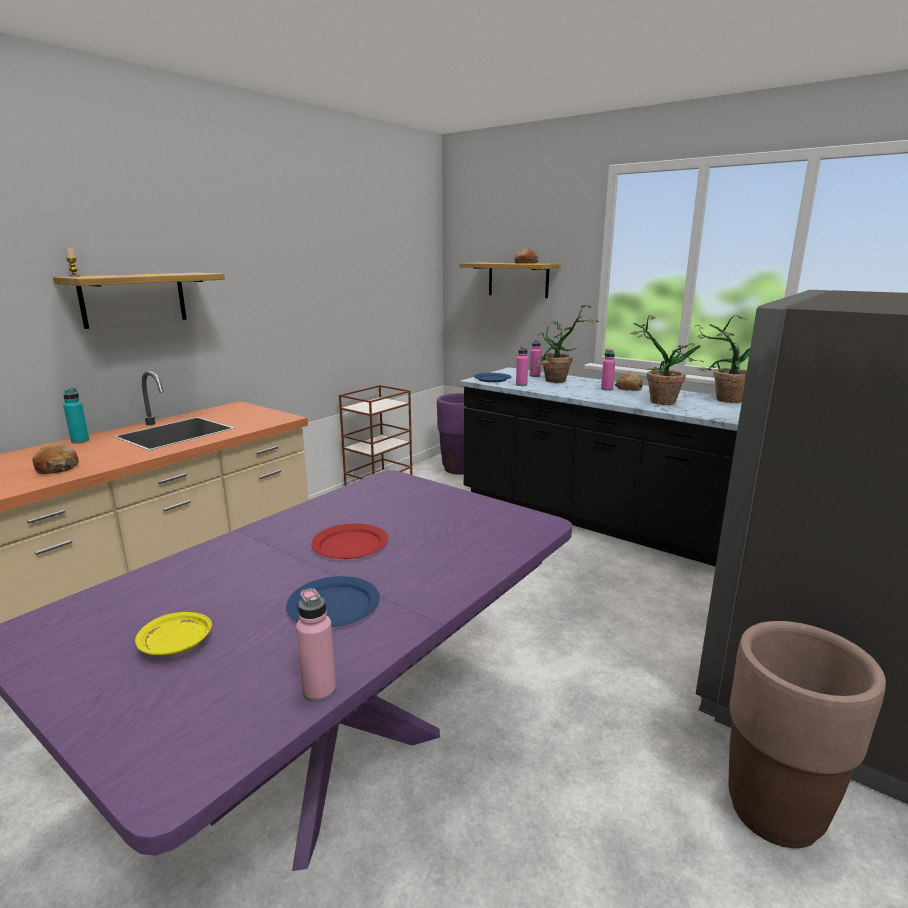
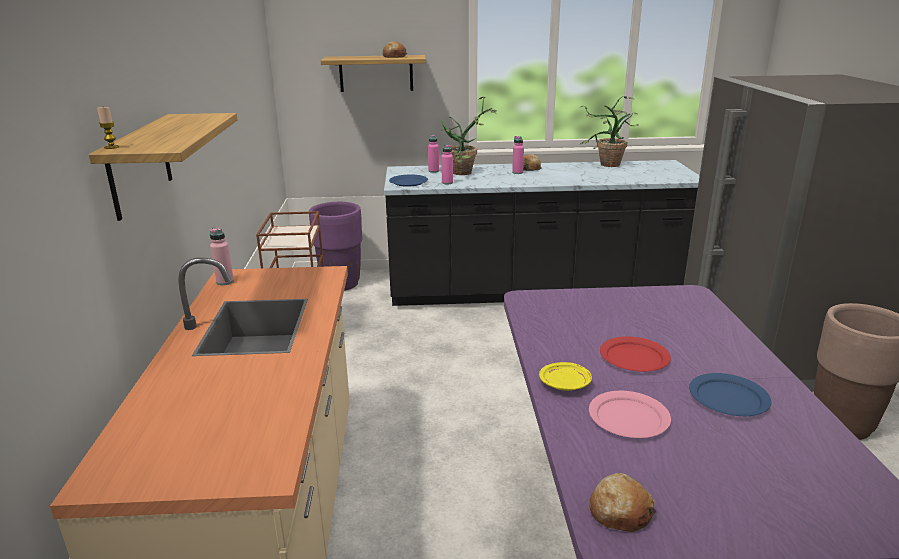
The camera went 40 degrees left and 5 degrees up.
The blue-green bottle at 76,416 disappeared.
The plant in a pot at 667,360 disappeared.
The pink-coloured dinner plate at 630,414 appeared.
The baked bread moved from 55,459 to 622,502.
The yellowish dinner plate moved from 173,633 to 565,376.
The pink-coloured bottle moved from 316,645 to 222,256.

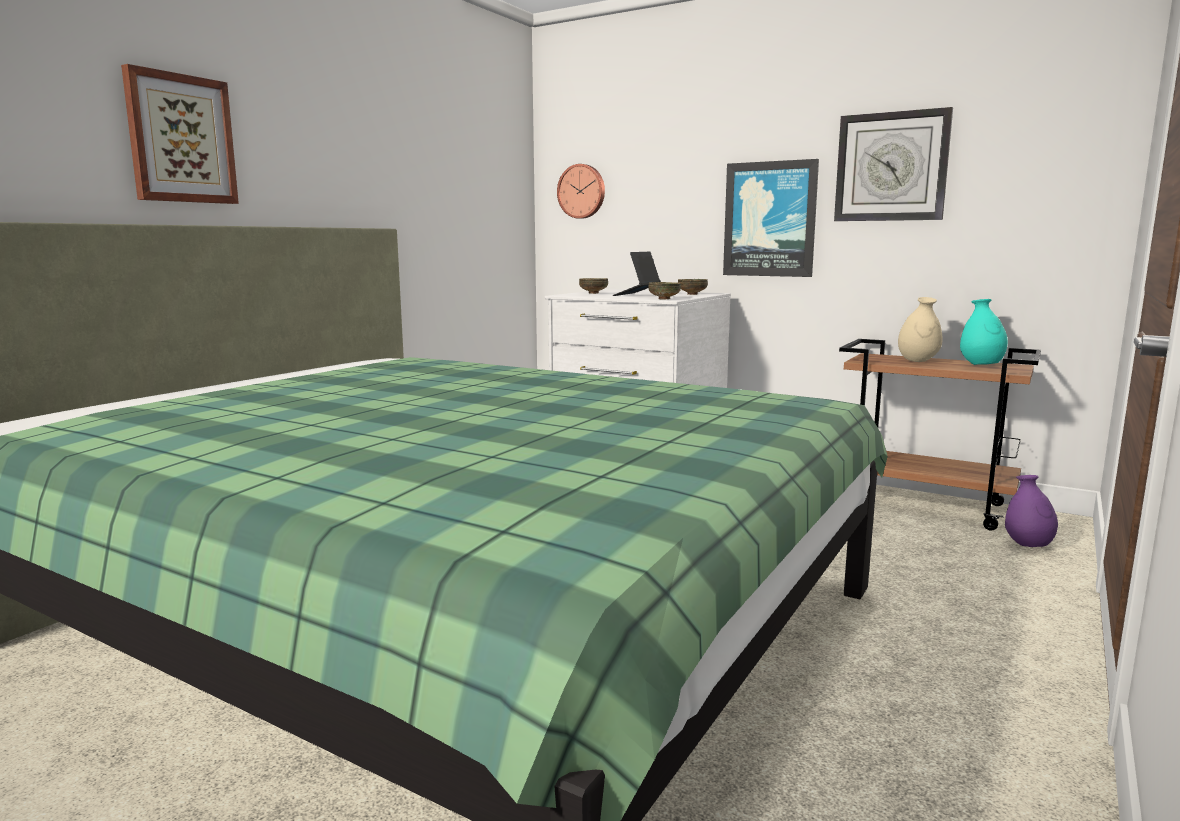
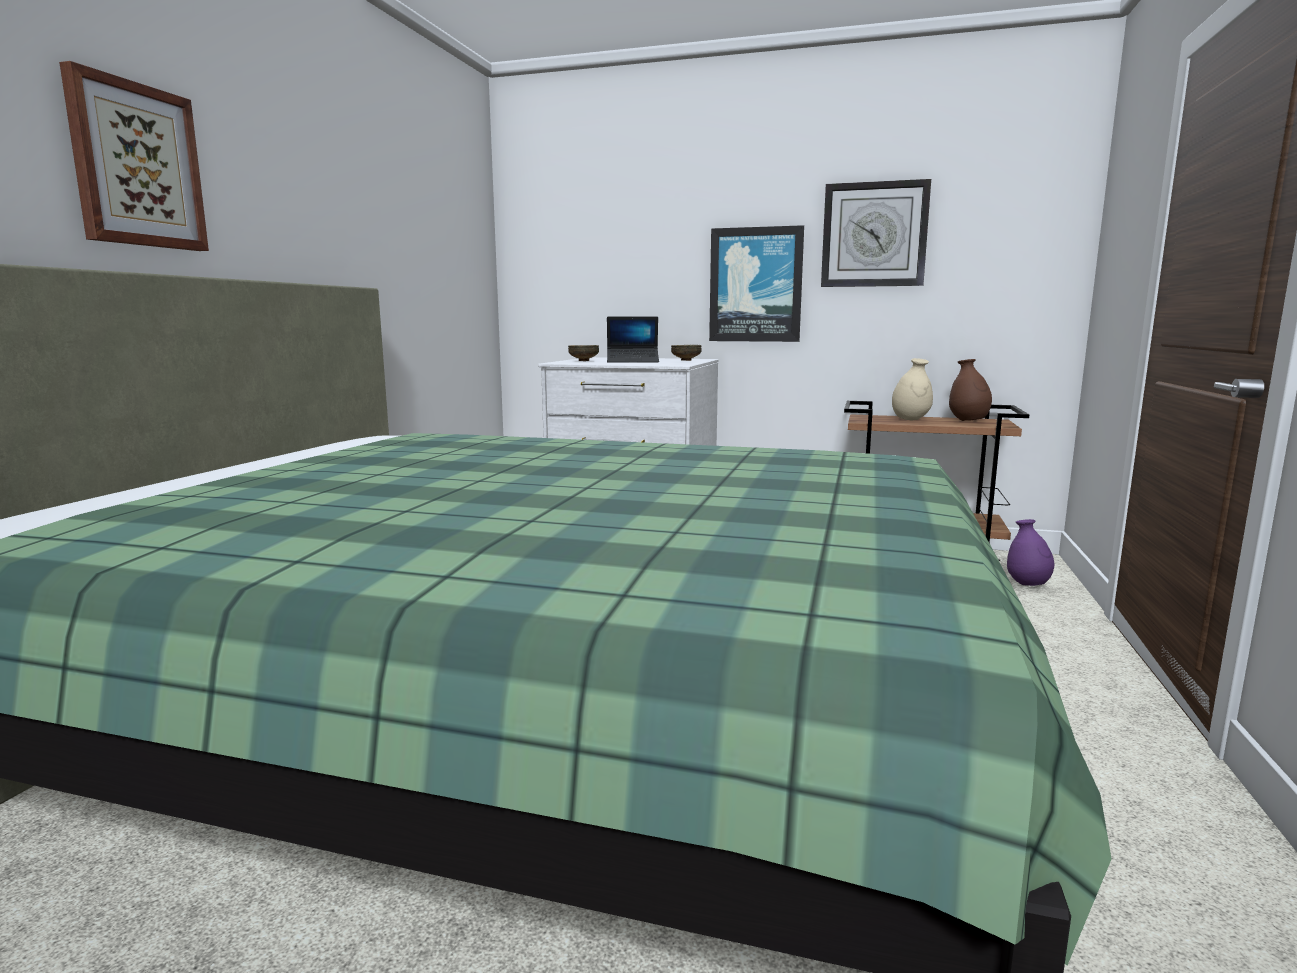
The camera went 15 degrees left and 0 degrees up.
The wall clock at 581,191 disappeared.
The bowl at 664,290 disappeared.
The blue-green decorative vase at 984,332 became the brown decorative vase at 970,390.
The portable computer at 637,274 turned 105 degrees counterclockwise.

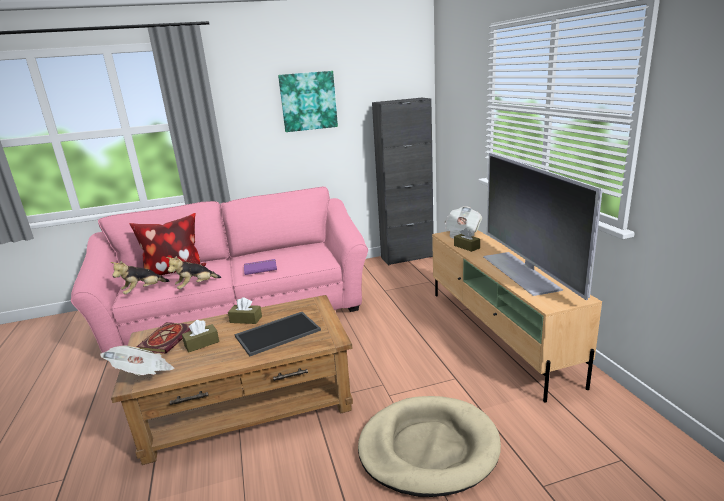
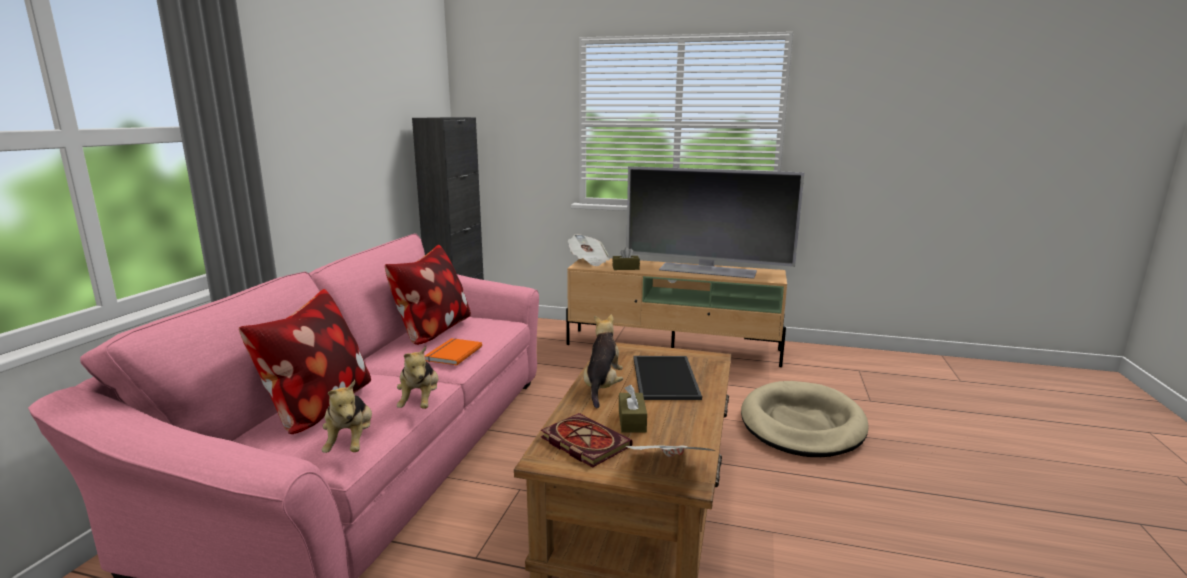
The camera went 60 degrees left and 5 degrees down.
The picture at 308,101 disappeared.
The pillow at 428,295 appeared.
The brown box of tissues at 245,310 was replaced by the cuddly toy at 603,362.
The purplish bound book at 260,267 became the orange-coloured bound book at 453,352.

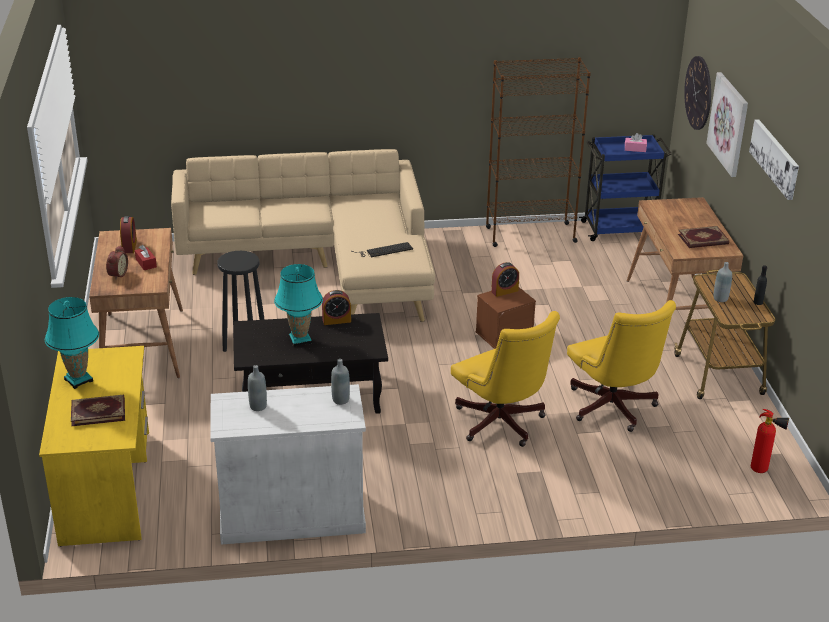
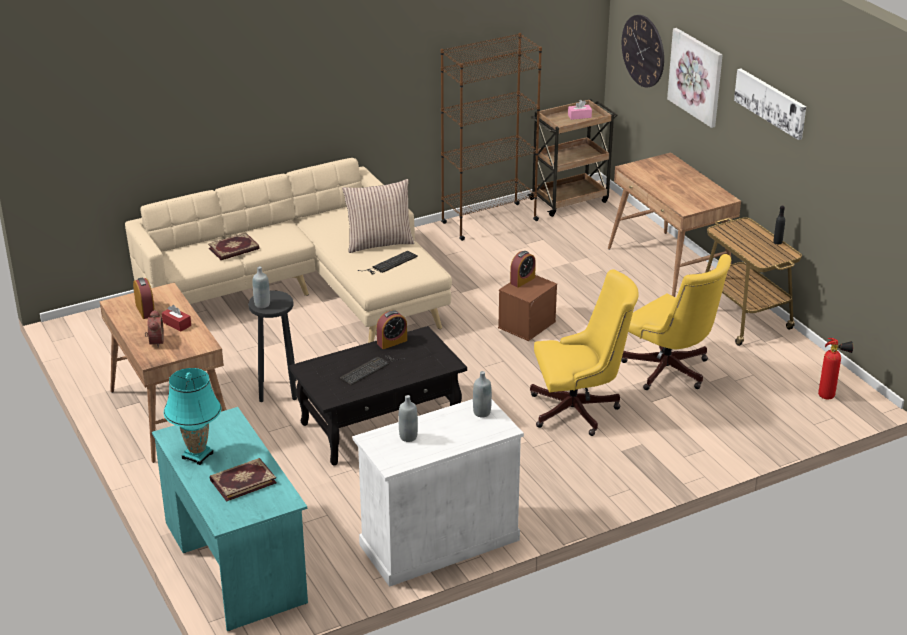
The camera went 20 degrees left and 0 degrees up.
The pillow at 378,216 appeared.
The bound book moved from 703,237 to 233,246.
The greyish bottle moved from 722,282 to 261,287.
The blue-green tabletop lamp at 298,305 was replaced by the PC keyboard at 372,370.
The yellowish desk table at 94,446 became the blue-green desk table at 230,519.
The blue-coloured cart at 625,188 became the brown cart at 572,158.
The yellowish office chair at 505,379 turned 45 degrees counterclockwise.

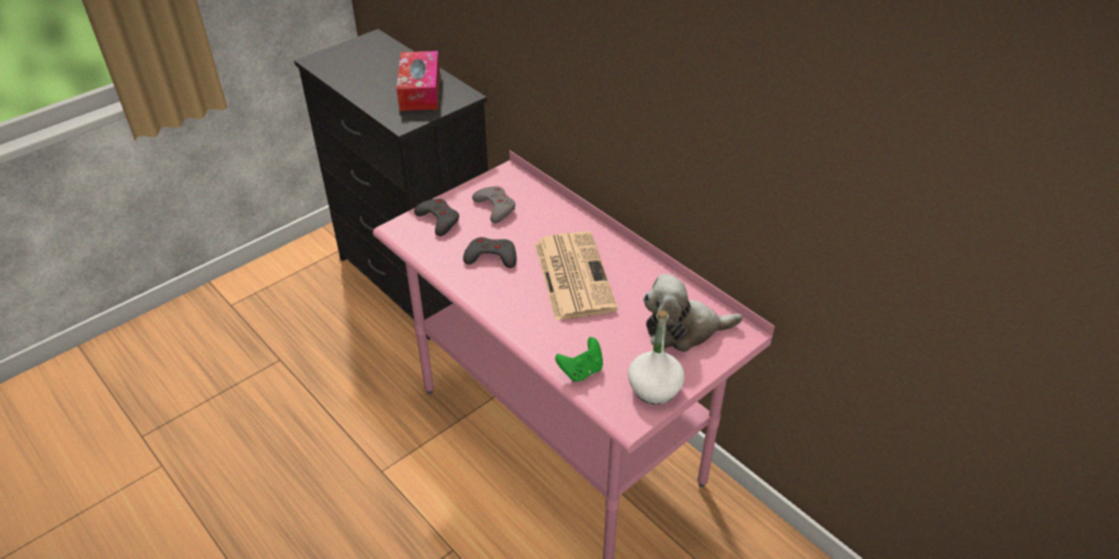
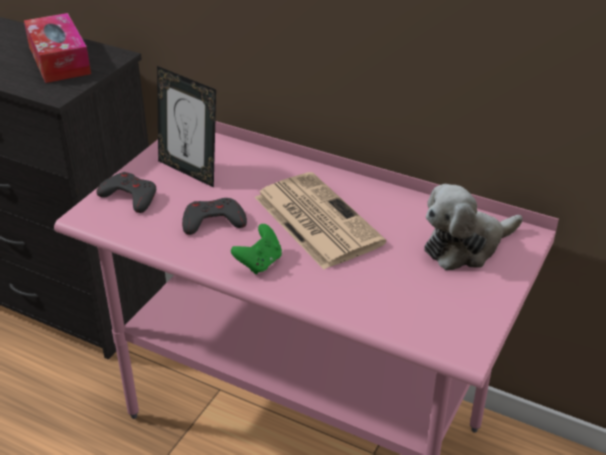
The camera went 20 degrees left and 5 degrees down.
The white-coloured bottle at 656,357 disappeared.
The greenish gamepad moved from 579,359 to 256,249.
The greyish gamepad at 494,204 was replaced by the photo frame at 186,127.

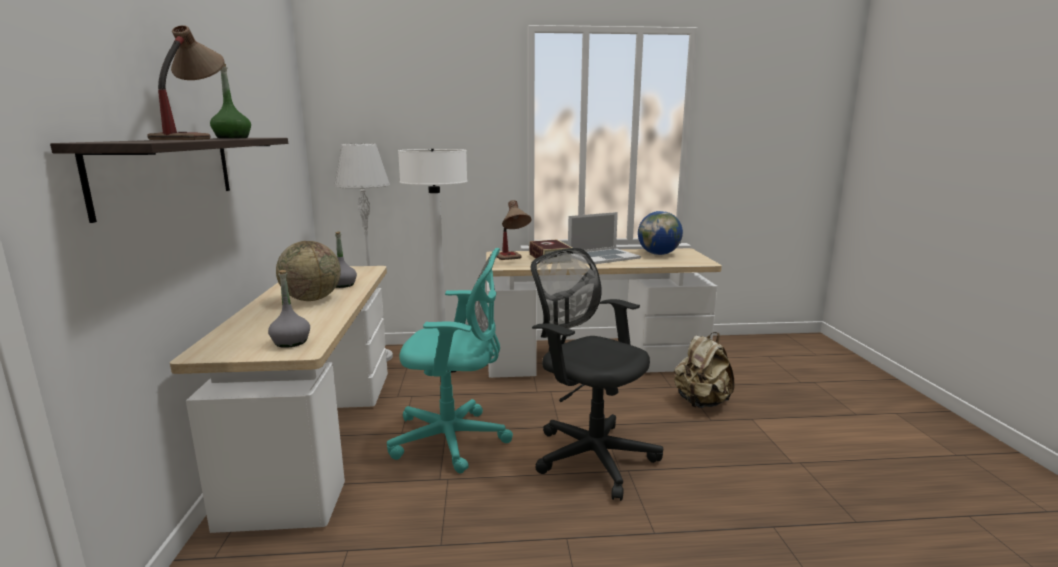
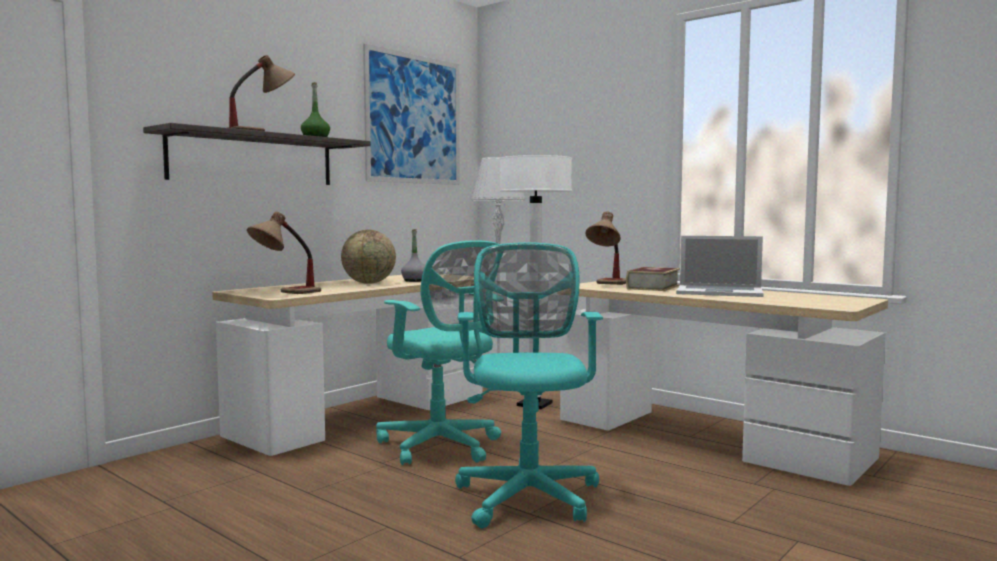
The camera went 45 degrees right and 10 degrees down.
The desk globe at 660,233 disappeared.
The beige rucksack at 704,370 disappeared.
The picture at 411,114 appeared.
The greyish bottle at 289,309 was replaced by the tabletop lamp at 284,253.
The blackish office chair at 597,374 became the blue-green office chair at 529,385.

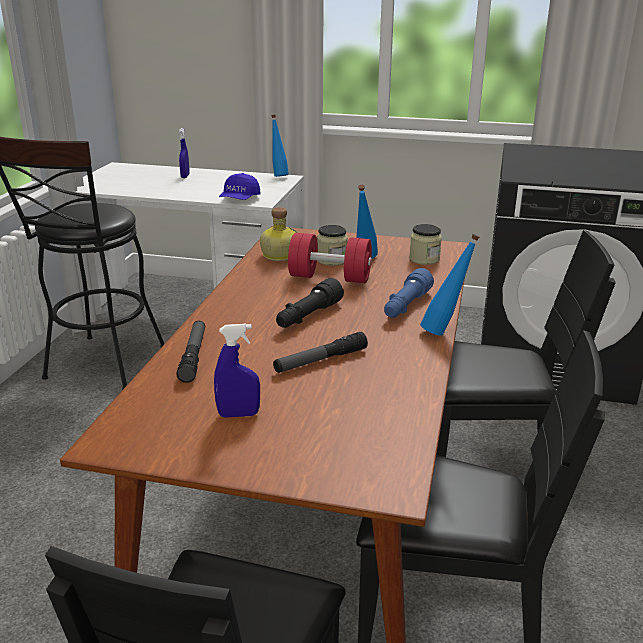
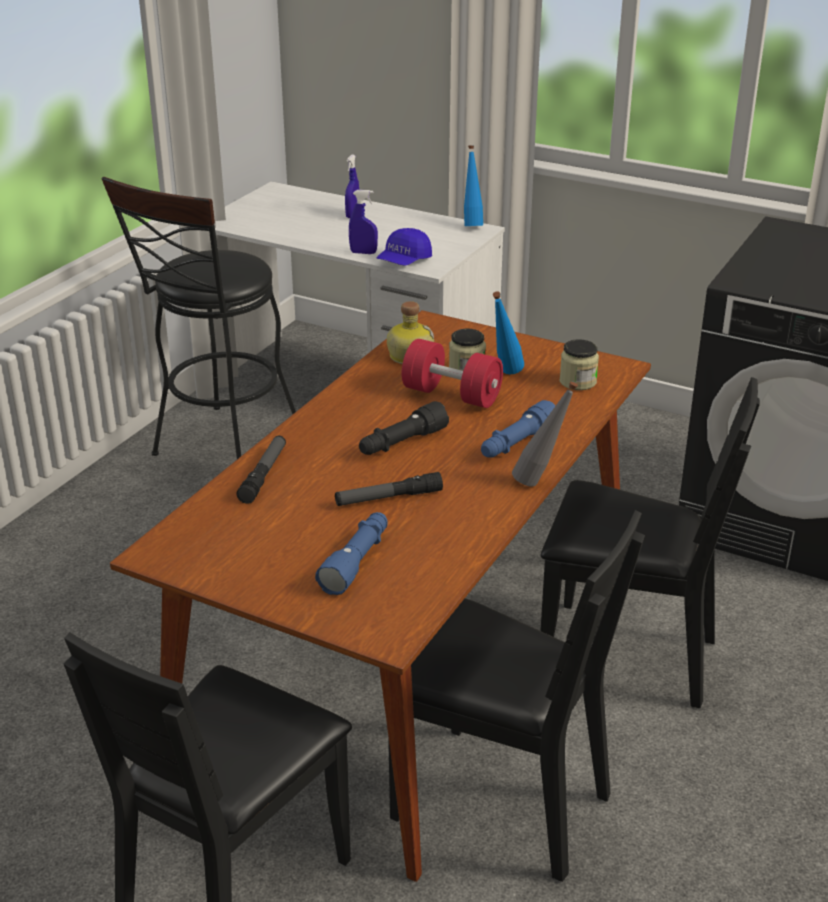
The camera went 15 degrees right and 5 degrees up.
The blue-coloured flashlight at 351,553 appeared.
The blue-coloured hand sprayer moved from 237,371 to 363,222.
The blue-coloured bottle at 450,285 became the greyish bottle at 545,434.

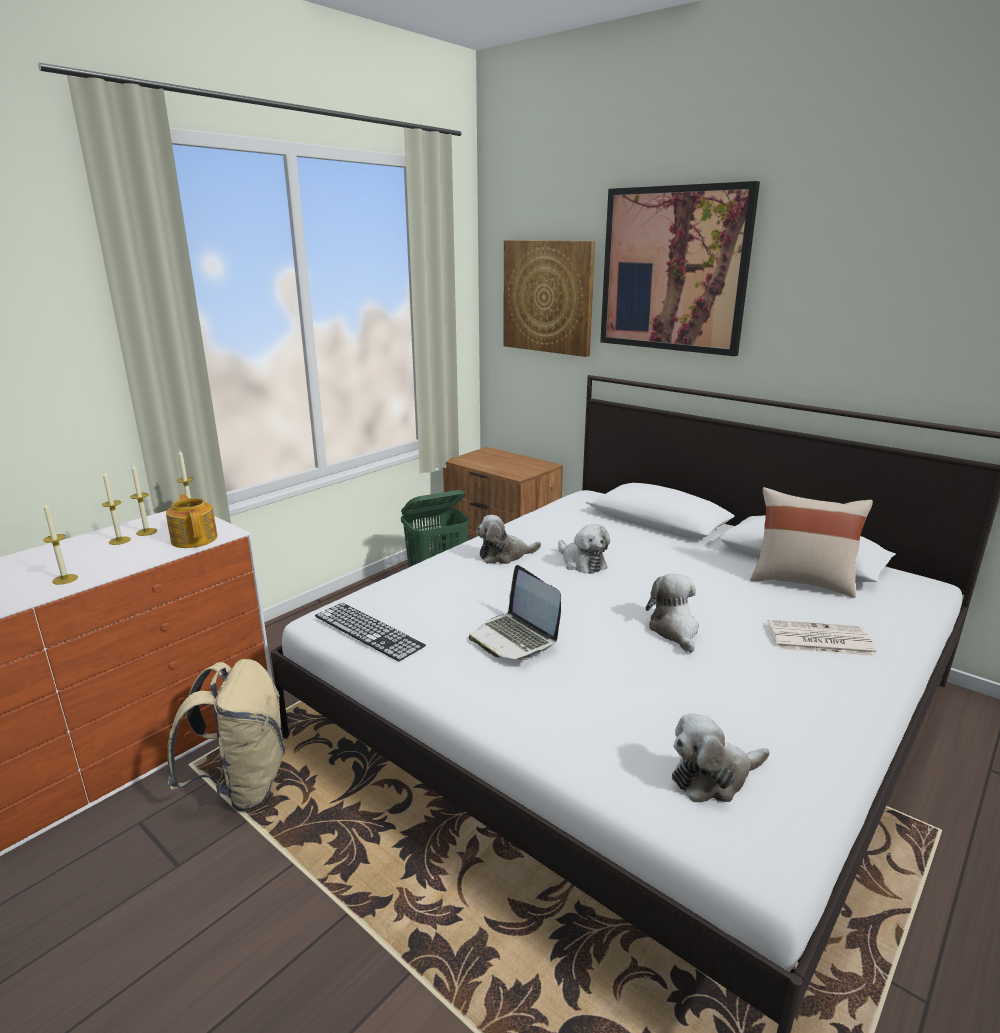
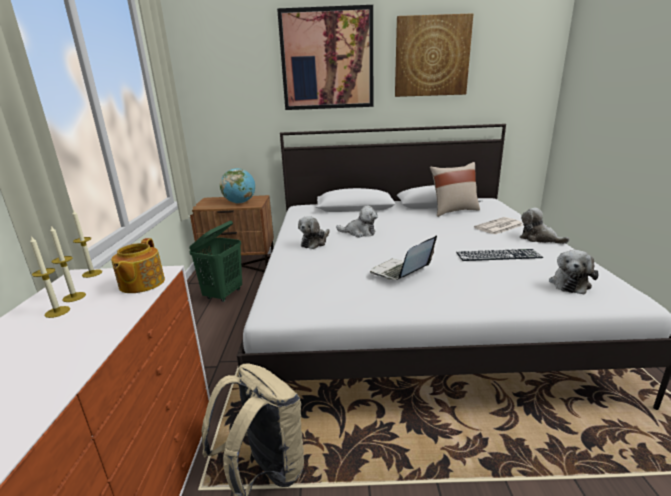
The camera went 40 degrees left and 0 degrees up.
The candle at 60,543 disappeared.
The desk globe at 237,186 appeared.
The PC keyboard moved from 370,632 to 499,255.
The picture moved from 549,298 to 434,55.
The cuddly toy moved from 672,613 to 545,226.
The pot for tea at 192,521 turned 105 degrees counterclockwise.
The portable computer at 515,612 turned 120 degrees clockwise.

